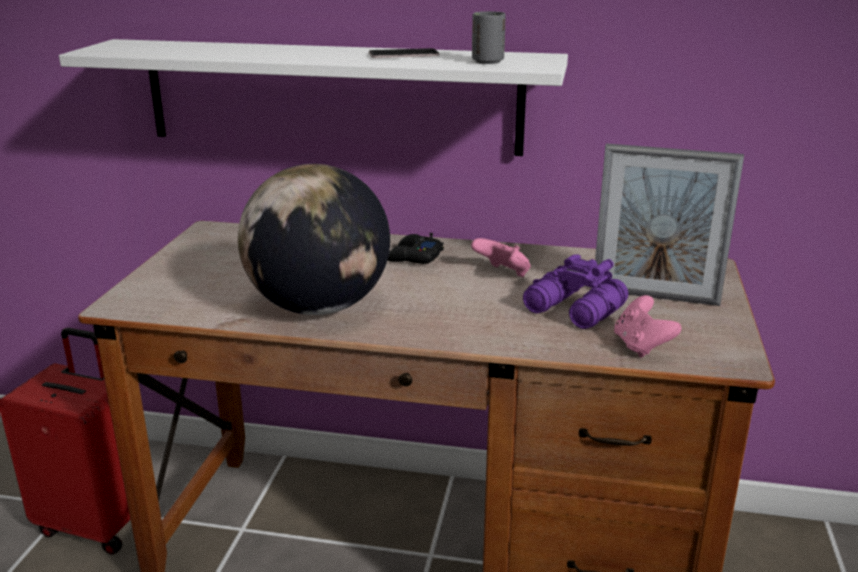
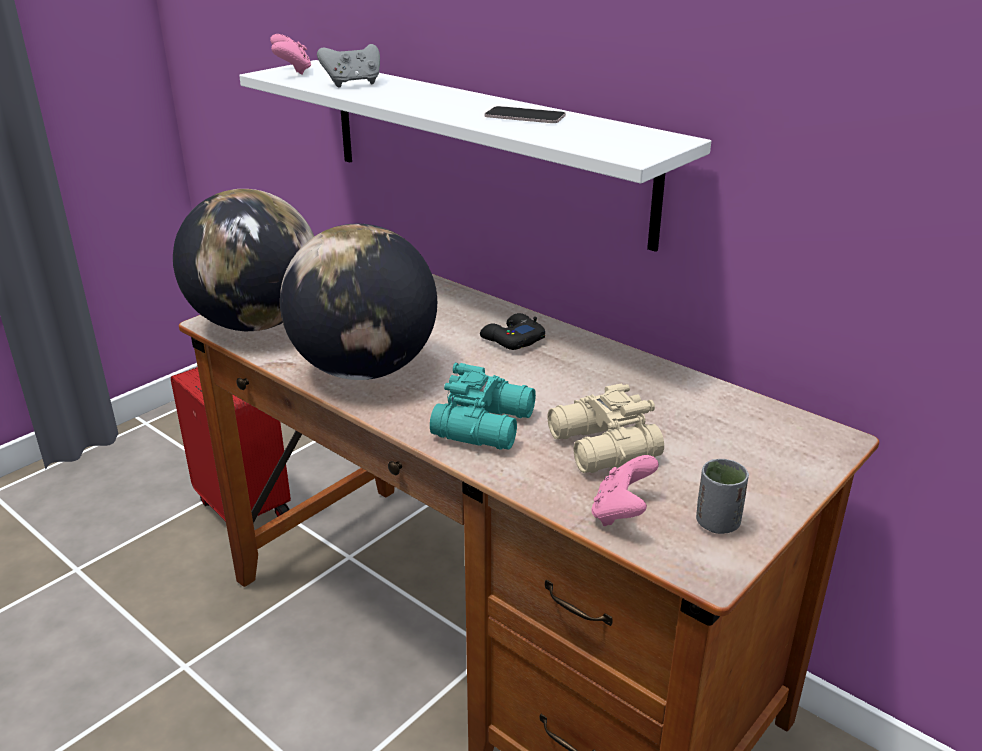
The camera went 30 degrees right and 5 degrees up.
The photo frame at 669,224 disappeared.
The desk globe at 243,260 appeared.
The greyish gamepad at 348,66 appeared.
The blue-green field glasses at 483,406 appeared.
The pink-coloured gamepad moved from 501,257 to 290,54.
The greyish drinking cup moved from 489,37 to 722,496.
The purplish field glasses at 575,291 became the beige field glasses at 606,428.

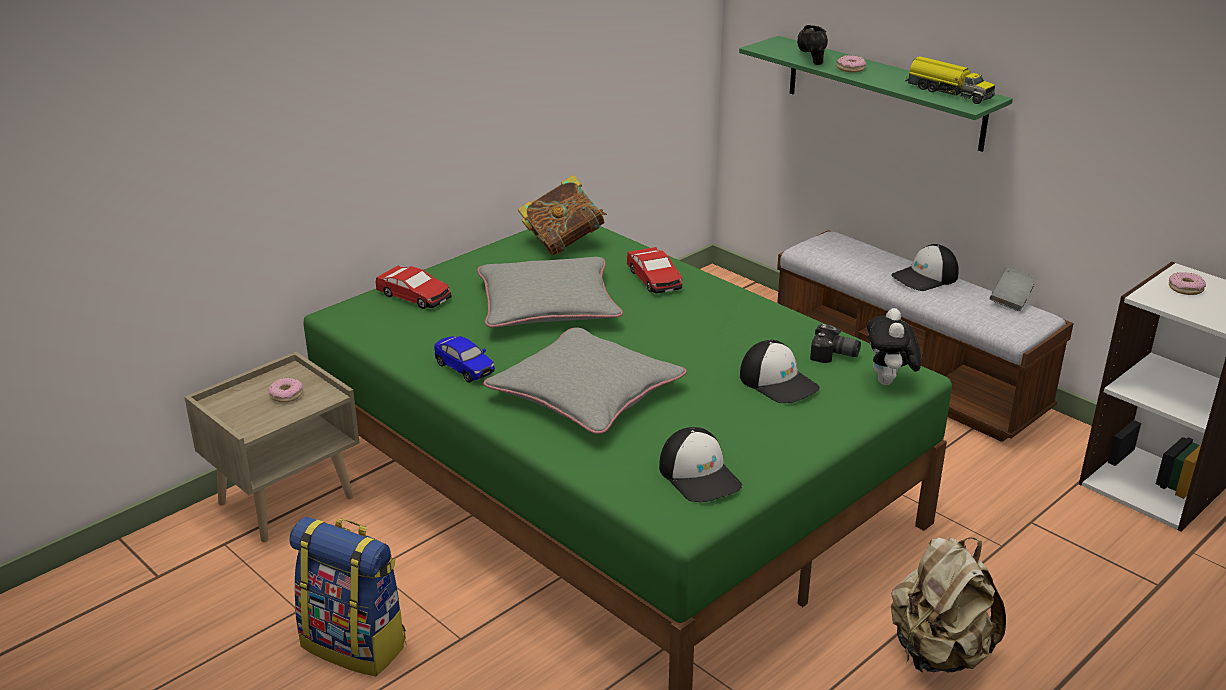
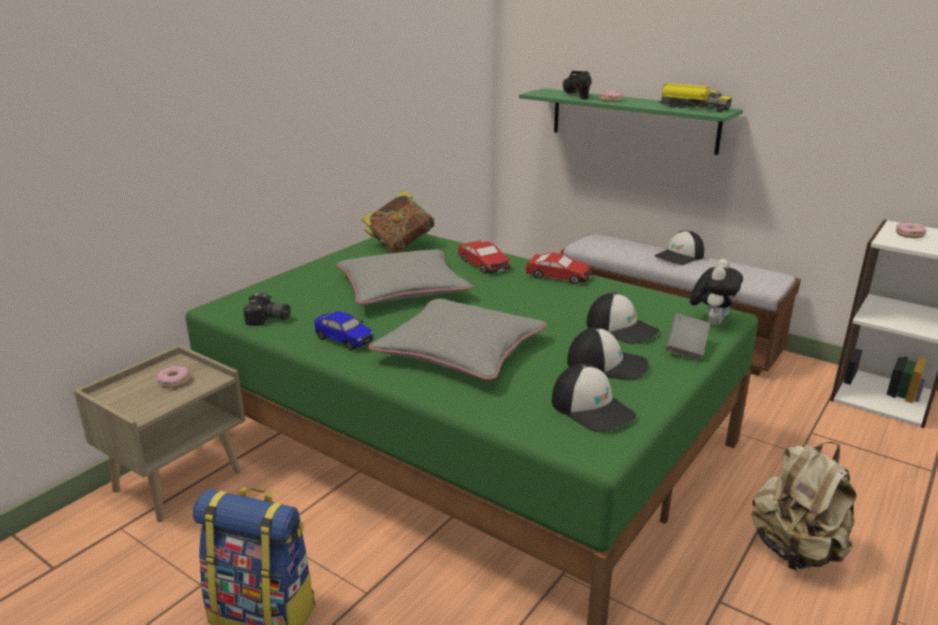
The camera went 10 degrees left and 5 degrees down.
The cap at 608,353 appeared.
The model car moved from 413,287 to 558,268.
The still camera moved from 835,343 to 267,309.
The greyish bound book moved from 1013,289 to 688,337.
The cuddly toy at 894,346 turned 150 degrees counterclockwise.

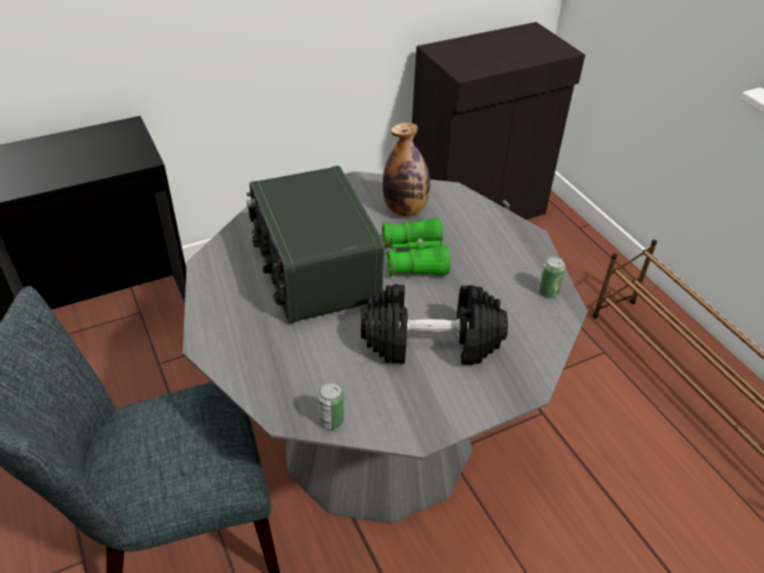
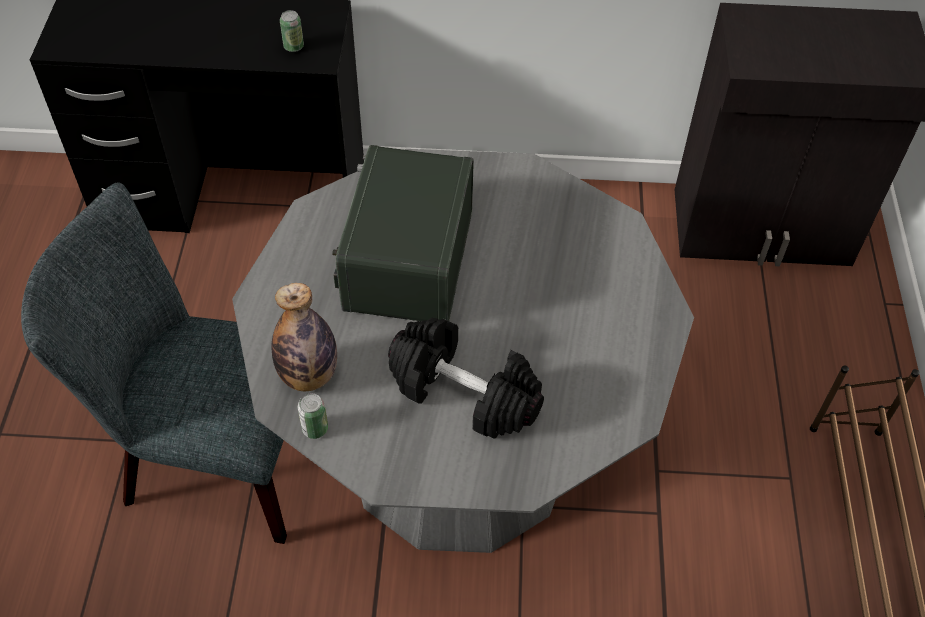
The camera went 30 degrees right and 10 degrees up.
The greenish field glasses at 416,247 disappeared.
The bottle moved from 406,169 to 304,337.
The can moved from 552,277 to 292,31.

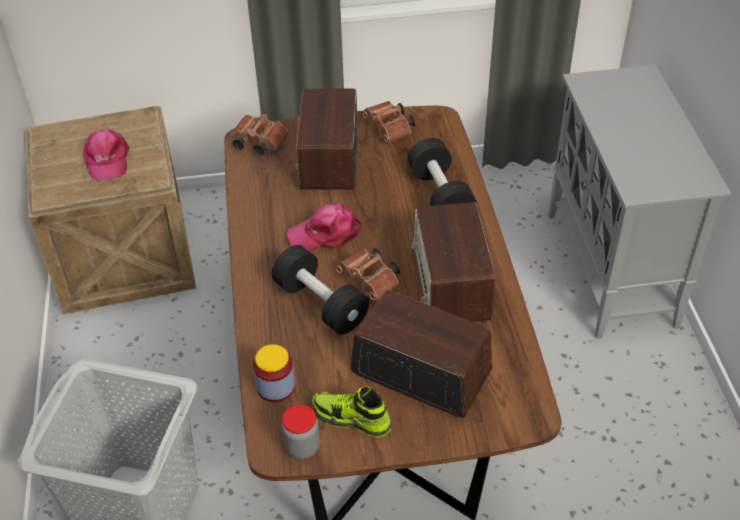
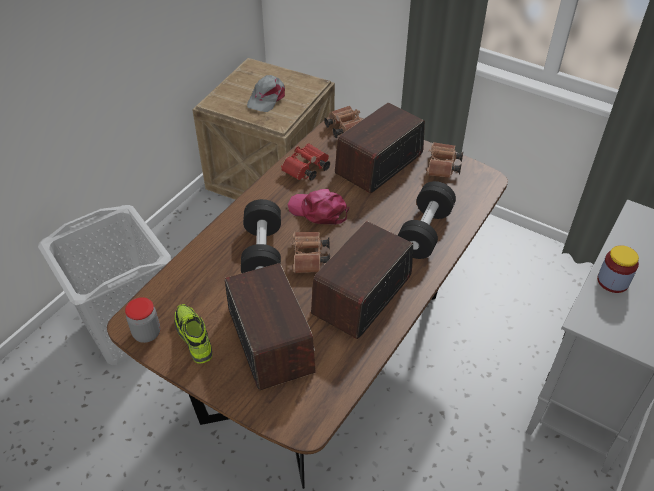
The camera went 40 degrees right and 0 degrees up.
The red-coloured field glasses at 305,162 appeared.
The storage jar moved from 274,373 to 618,269.
The pink-coloured cap at 106,155 became the greyish cap at 266,93.

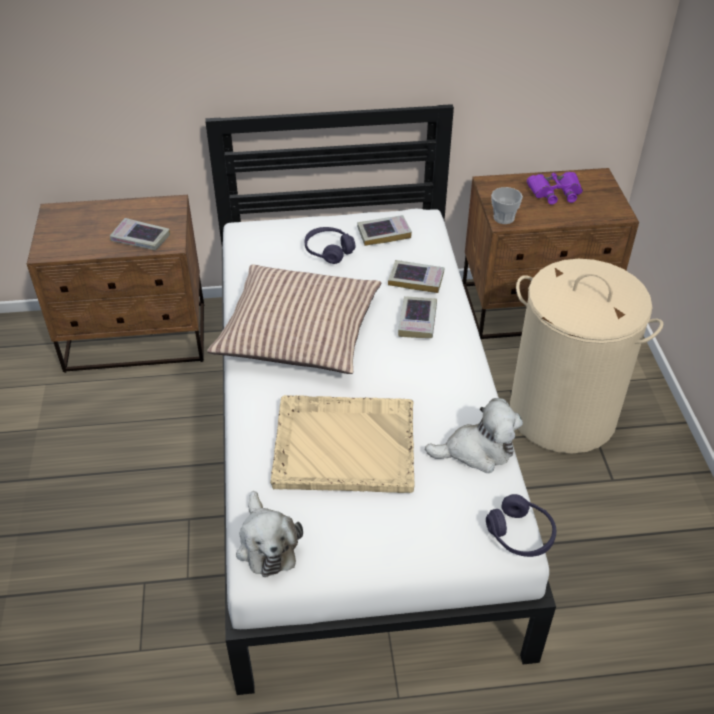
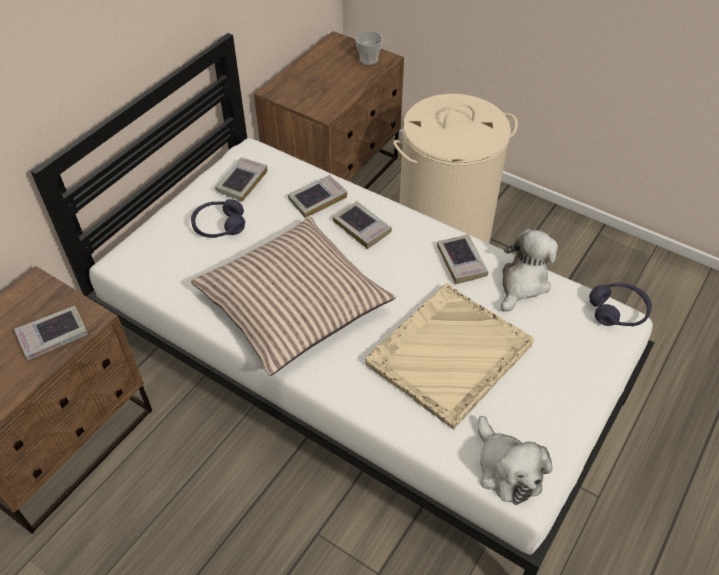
The camera went 50 degrees left and 5 degrees up.
The purplish field glasses at 555,188 disappeared.
The bound book at 462,259 appeared.
The drinking cup moved from 507,205 to 369,48.
The cuddly toy at 269,534 turned 45 degrees clockwise.

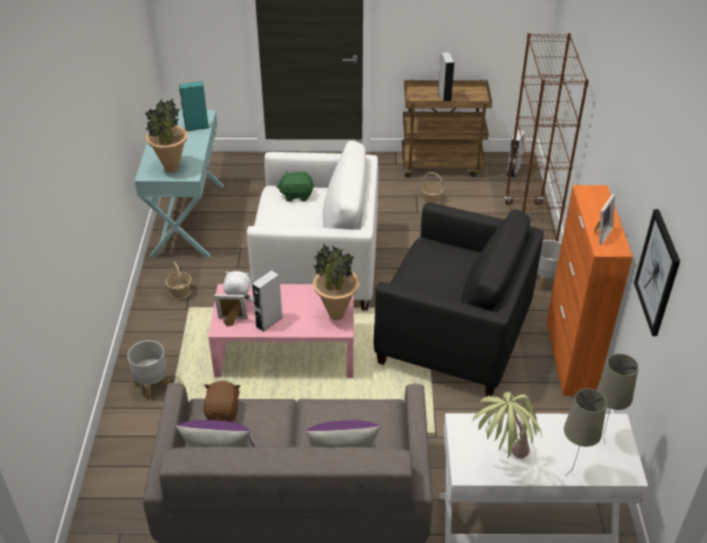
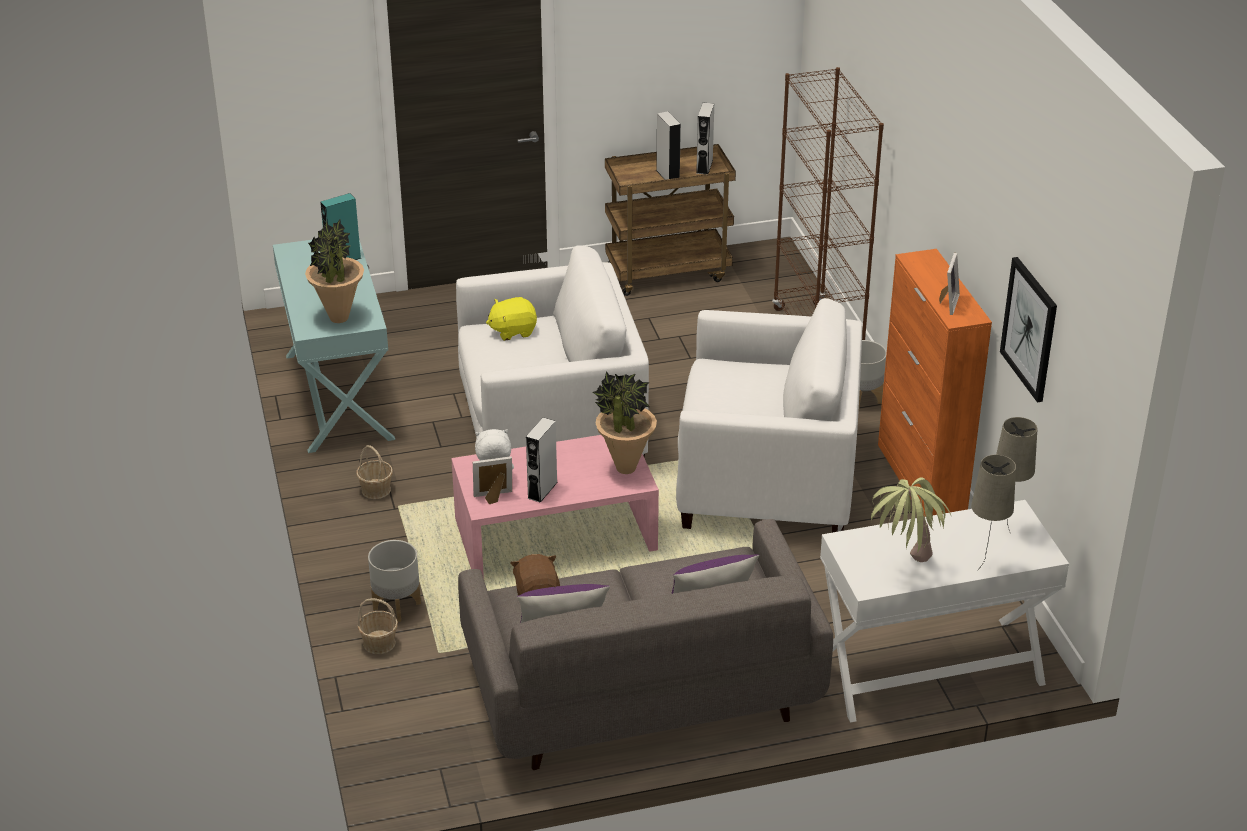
The camera went 15 degrees left and 5 degrees down.
The storage basket moved from 432,188 to 377,626.
The greyish loudspeaker moved from 516,153 to 705,138.
The greenish cuddly toy at 295,186 became the yellowish cuddly toy at 511,319.
The blackish lounge chair at 459,300 became the white-coloured lounge chair at 769,415.

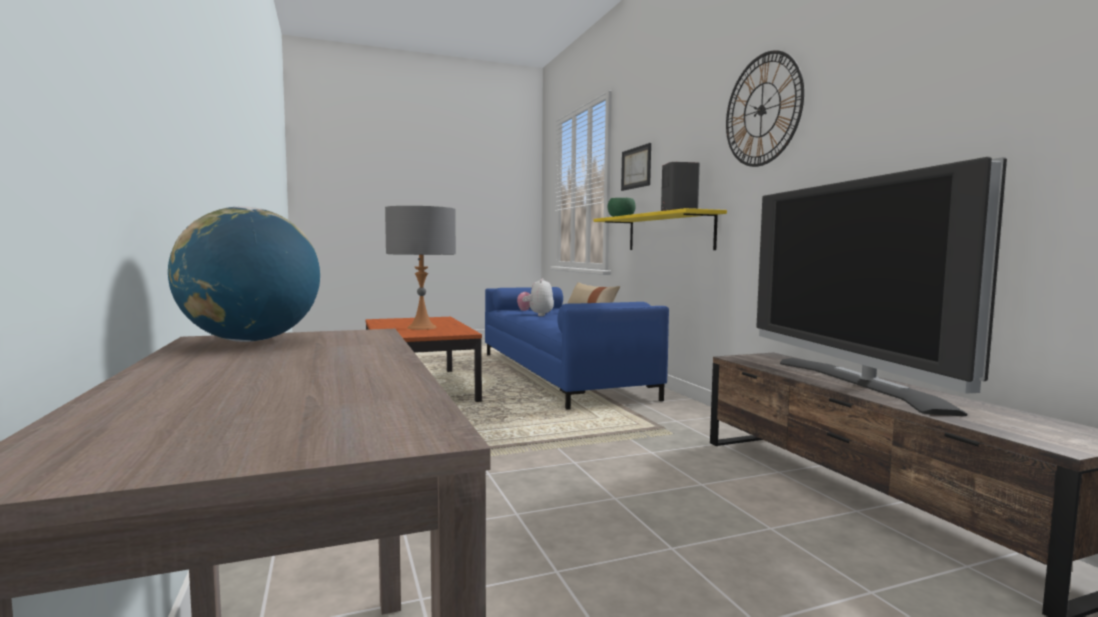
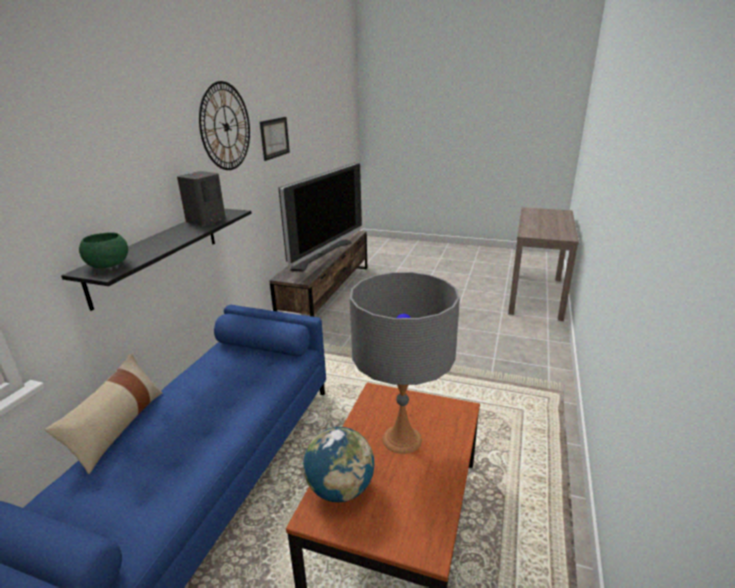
The camera went 140 degrees left and 20 degrees up.
The cuddly toy at 535,297 disappeared.
The desk globe moved from 244,274 to 338,464.
The picture moved from 636,167 to 275,139.
The yellowish bracket shelf at 660,229 became the blackish bracket shelf at 156,260.

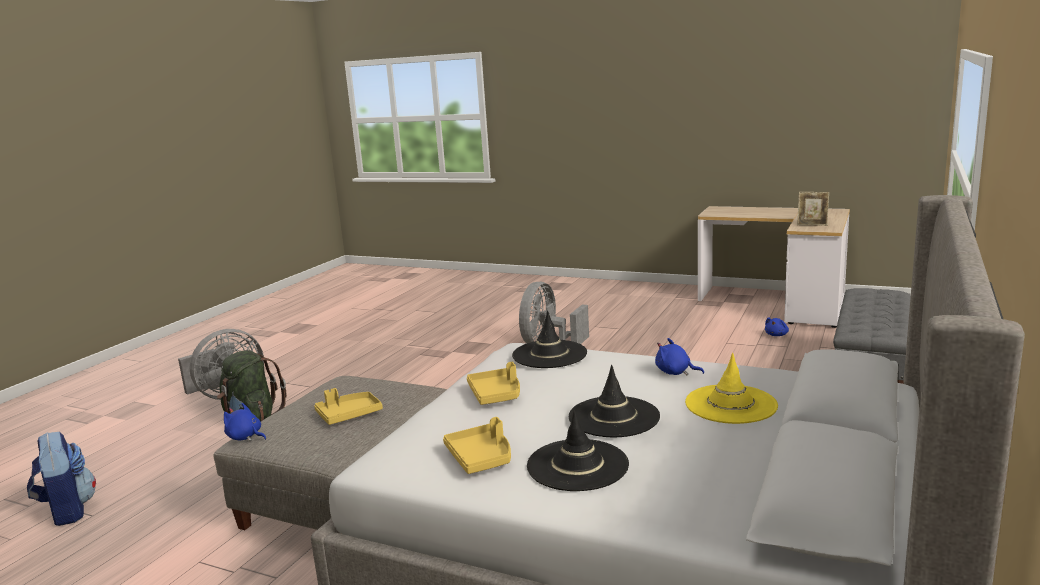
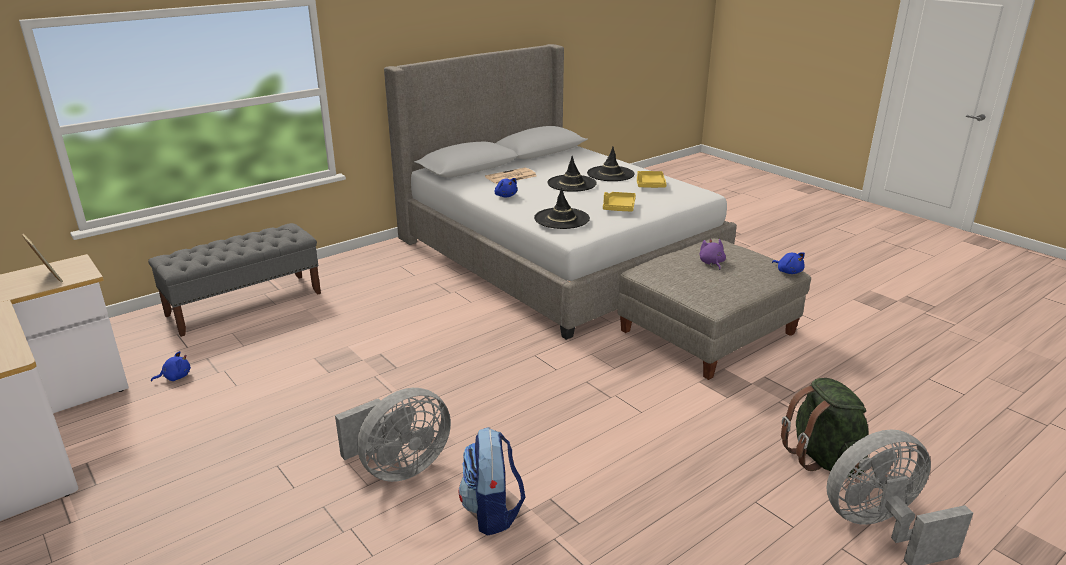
The camera went 155 degrees left and 10 degrees up.
The rucksack moved from 61,479 to 492,481.
The yellowish carrying tray at 348,406 was replaced by the purplish cuddly toy at 713,254.
The yellowish clothing hat at 731,388 was replaced by the printed paper at 510,176.

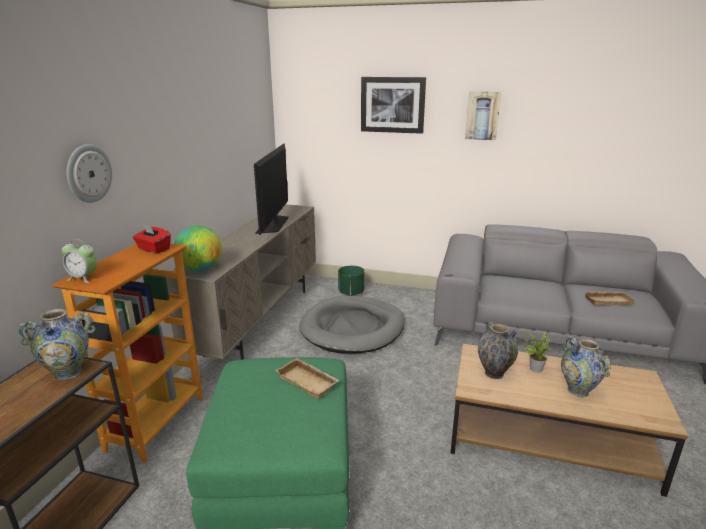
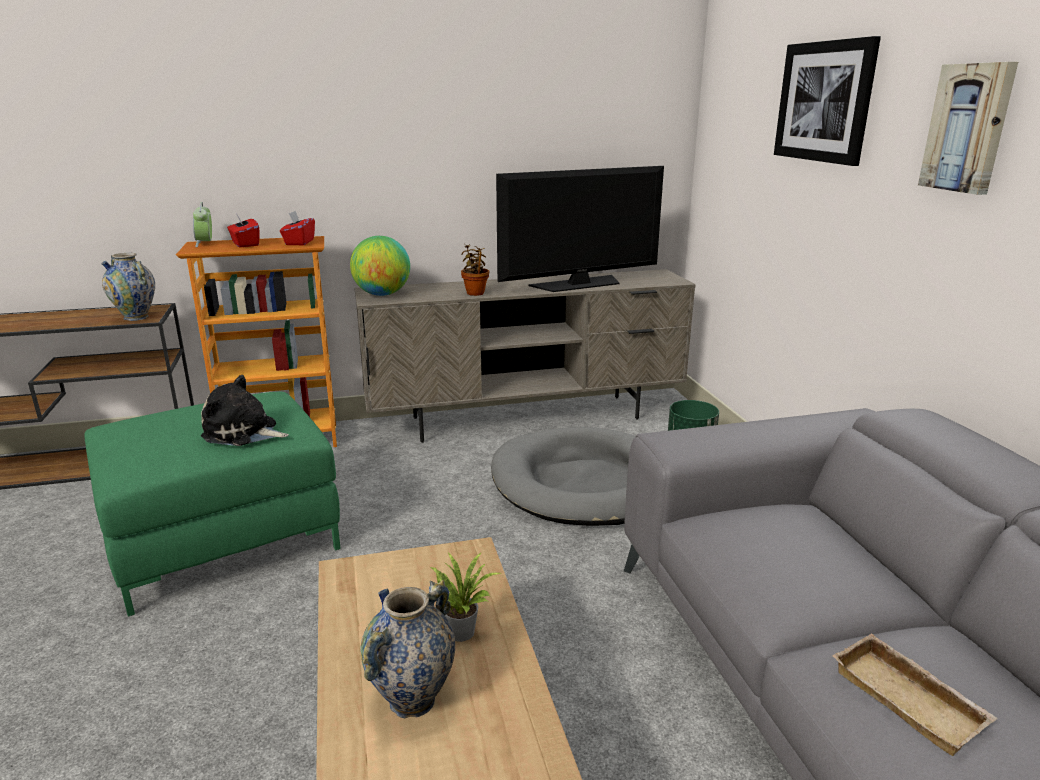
The camera went 60 degrees right and 0 degrees up.
The wall clock at 89,173 disappeared.
The decorative vase at 498,350 disappeared.
The red-coloured box of tissues at 243,231 appeared.
The plant in a pot at 475,270 appeared.
The beige carrying tray at 308,378 was replaced by the cuddly toy at 245,410.

